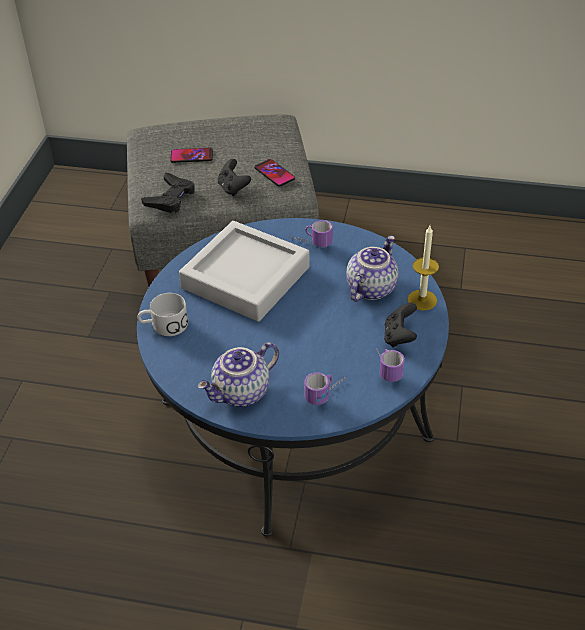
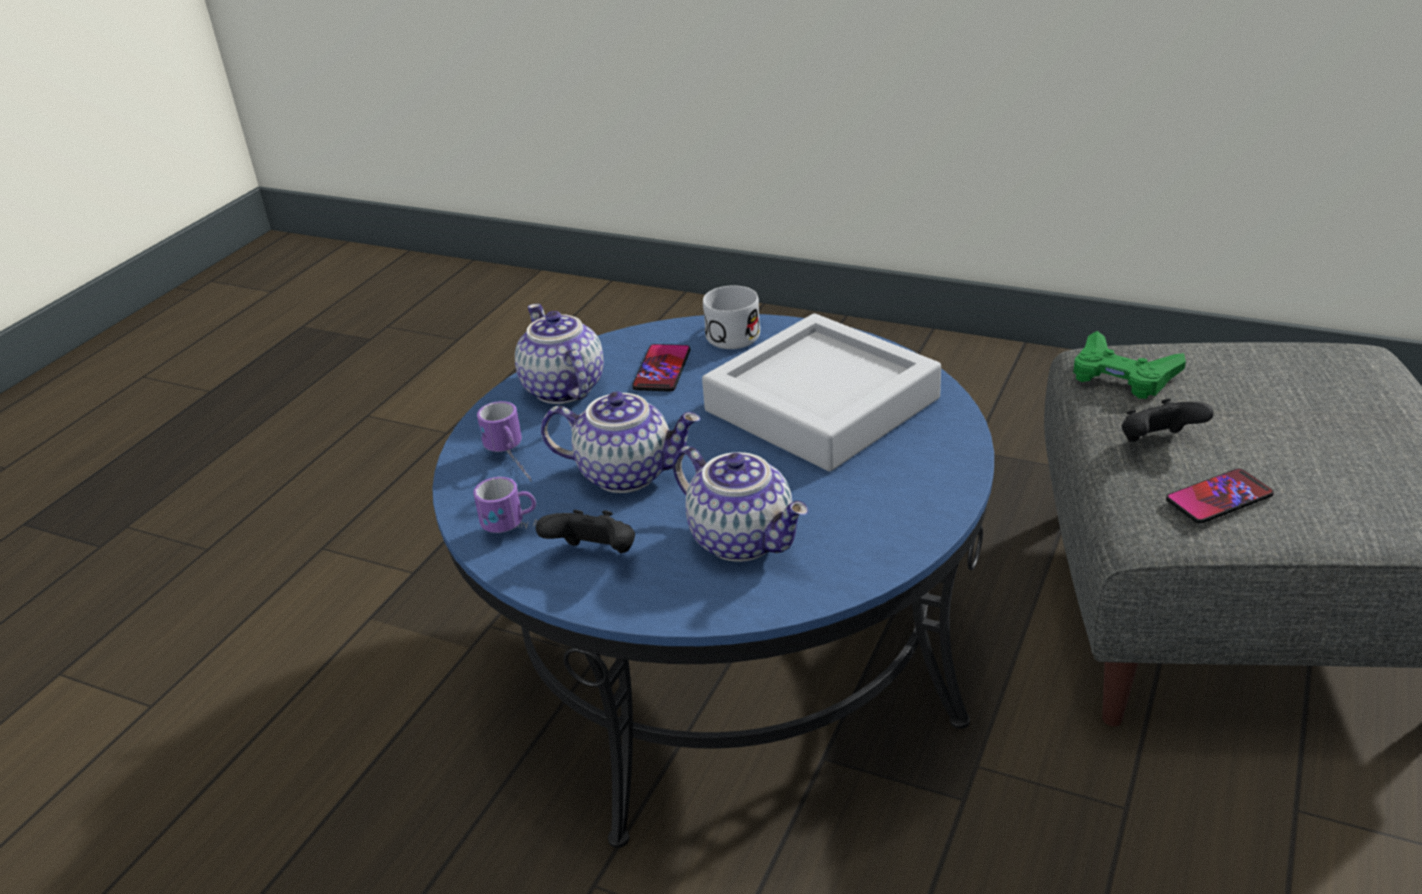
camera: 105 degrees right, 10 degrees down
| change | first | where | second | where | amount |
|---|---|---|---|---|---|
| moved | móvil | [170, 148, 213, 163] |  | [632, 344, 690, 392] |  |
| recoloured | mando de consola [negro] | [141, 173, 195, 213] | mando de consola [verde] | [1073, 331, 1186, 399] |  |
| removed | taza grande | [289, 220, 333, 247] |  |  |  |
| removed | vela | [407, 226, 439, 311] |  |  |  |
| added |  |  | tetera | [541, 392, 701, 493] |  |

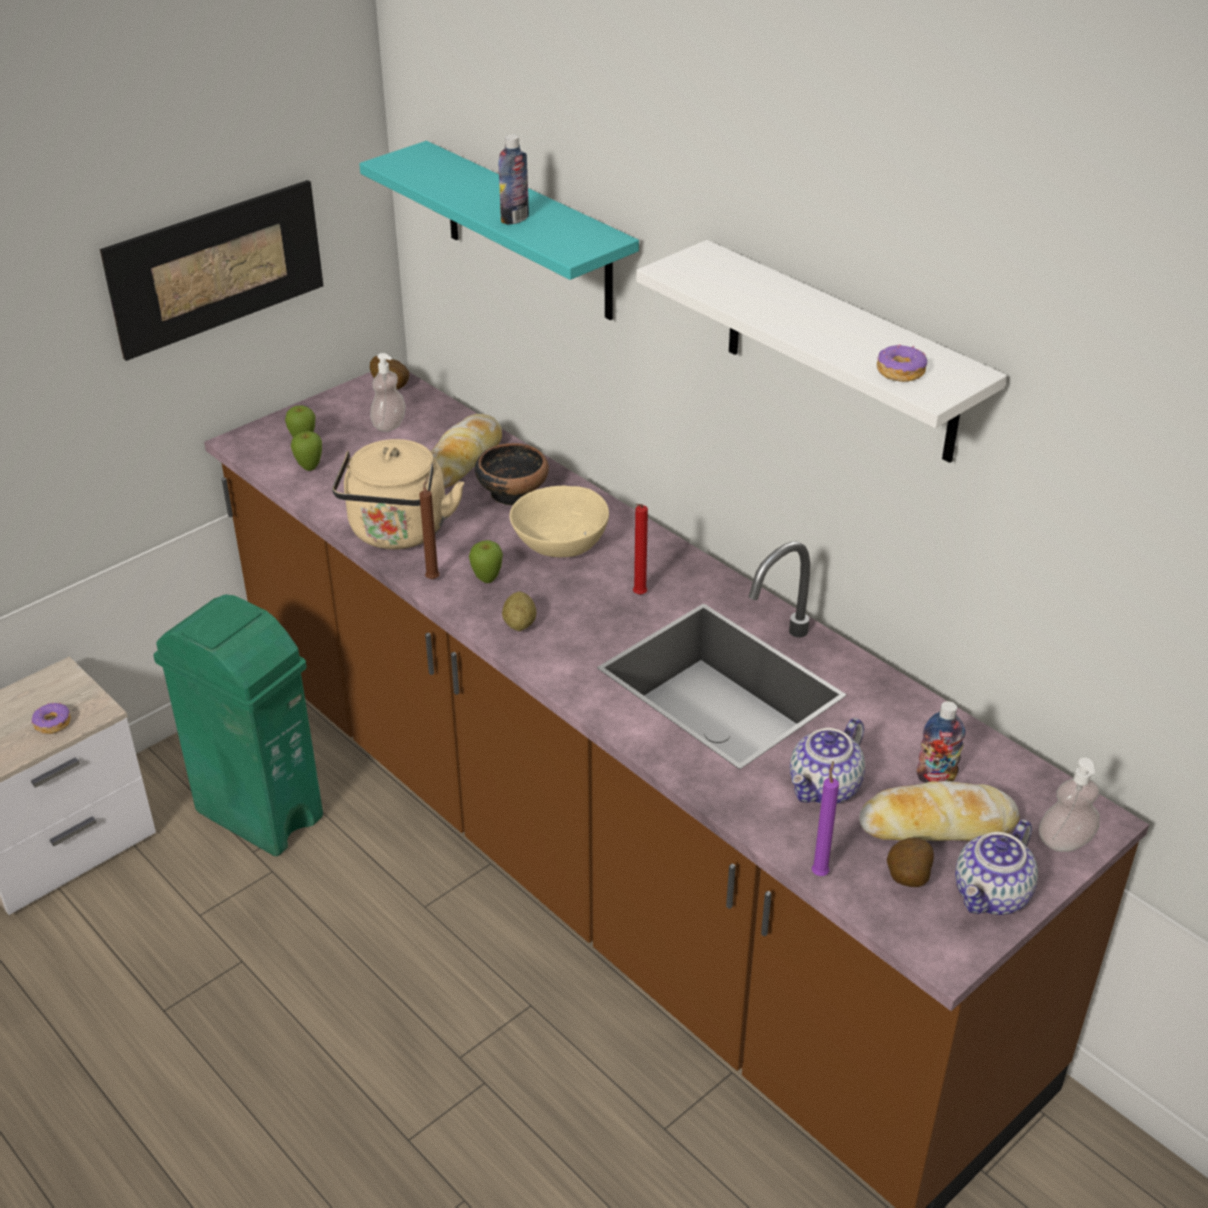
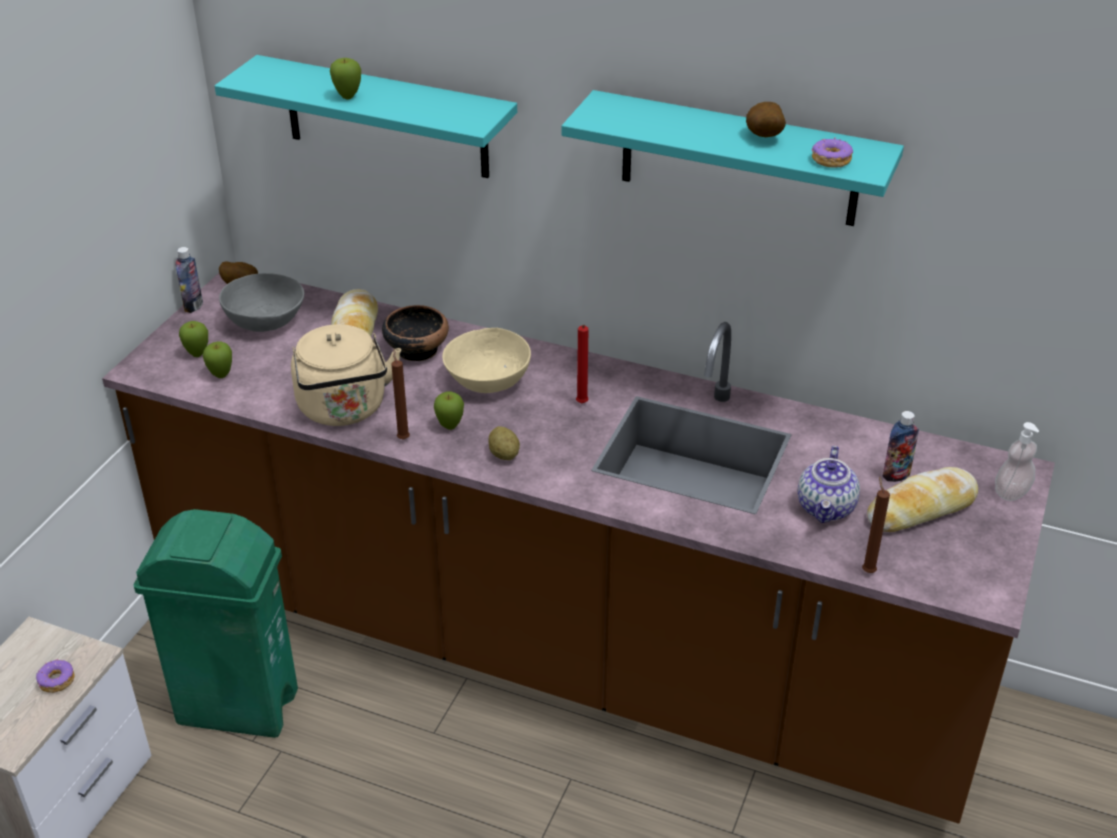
camera: 25 degrees left, 0 degrees up
| change | first | where | second | where | amount |
|---|---|---|---|---|---|
| moved | botella | [499, 134, 529, 225] |  | [176, 247, 203, 313] |  |
| removed | cuadro | [100, 180, 323, 361] |  |  |  |
| recoloured | estante [blanco] | [636, 240, 1007, 463] | estante [turquesa] | [562, 90, 904, 226] |  |
| replaced | dispensador de jabón | [370, 353, 406, 432] | cuenco [gris] | [219, 273, 304, 332] |  |
| recoloured | vela [morado] | [812, 761, 839, 876] | vela [marrón] | [862, 476, 890, 573] |  |
| removed | tetera | [955, 819, 1038, 915] |  |  |  |
| moved | patata | [887, 838, 934, 887] |  | [746, 102, 786, 137] |  |
| added |  |  | manzana | [330, 58, 361, 99] |  |

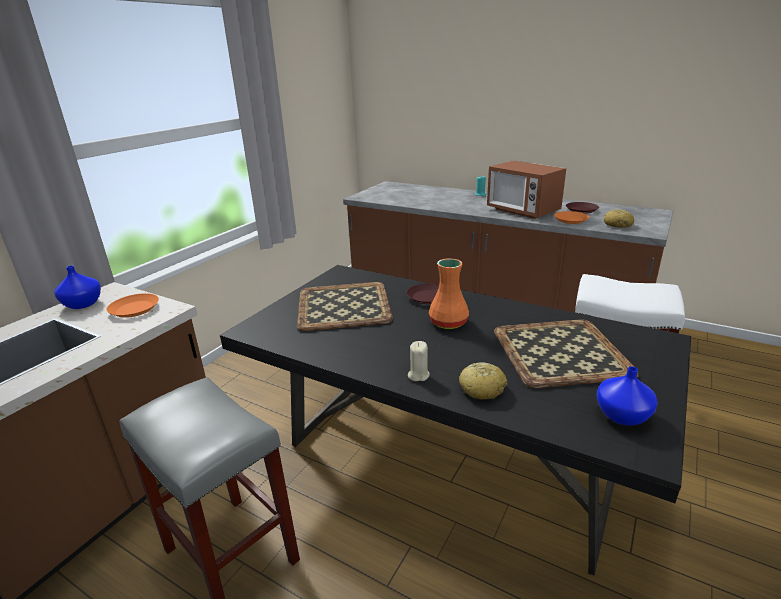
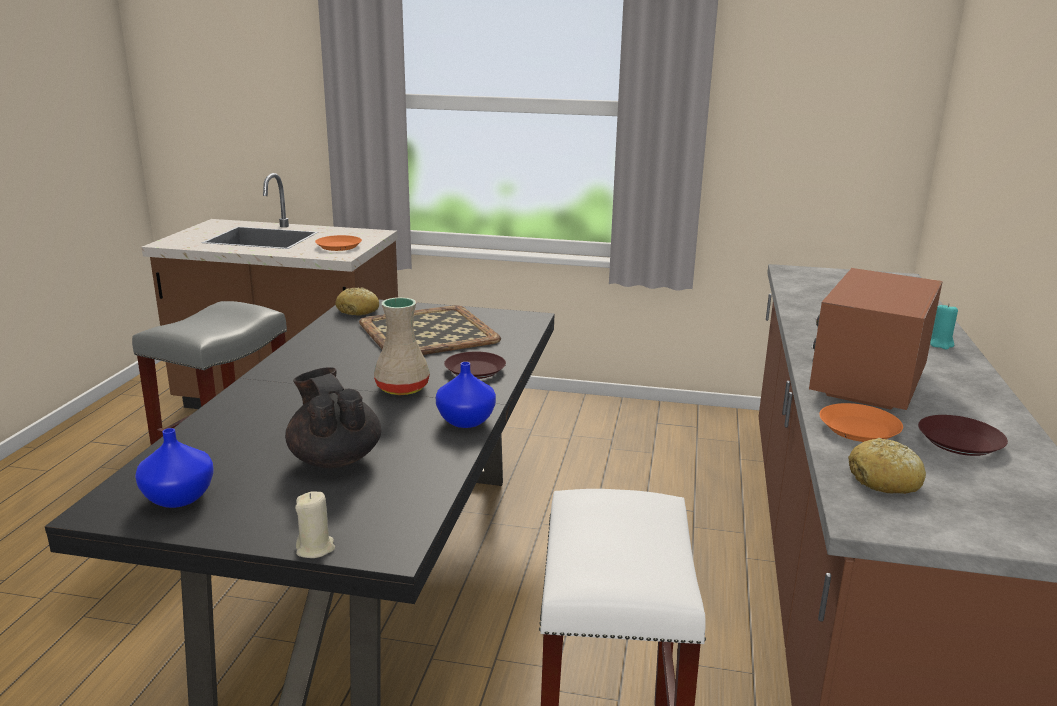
camera: 70 degrees right, 5 degrees down
| change | first | where | second | where | amount |
|---|---|---|---|---|---|
| recoloured | florero [naranja] | [429, 258, 469, 329] | florero [beis] | [374, 297, 430, 395] |  |
| moved | florero [azul] | [54, 265, 101, 309] |  | [436, 362, 496, 428] |  |
| replaced | bandeja | [494, 319, 639, 388] | tetera [negro] | [285, 367, 381, 469] |  |
| moved | vela [beis] | [408, 341, 430, 381] |  | [295, 491, 335, 558] |  |
| moved | pan | [459, 362, 507, 399] |  | [335, 287, 379, 315] |  |

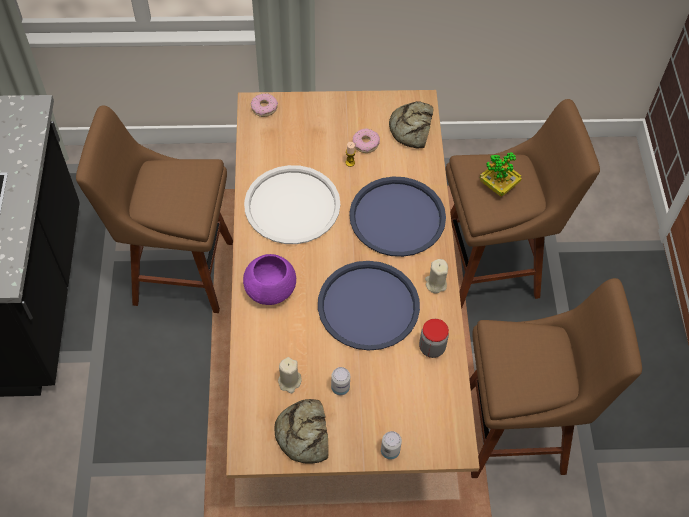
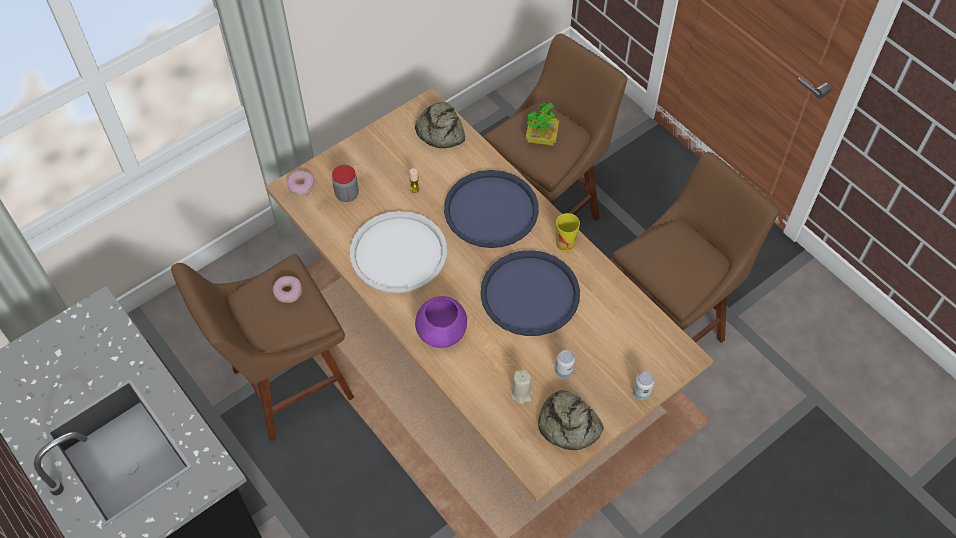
camera: 35 degrees left, 0 degrees up
| change | first | where | second | where | amount |
|---|---|---|---|---|---|
| moved | rosquilla | [353, 129, 380, 153] |  | [273, 276, 302, 303] |  |
| replaced | vela [beis] | [425, 259, 448, 294] | taza | [556, 213, 580, 251] |  |
| moved | tarro | [419, 319, 449, 358] |  | [332, 165, 359, 202] |  |

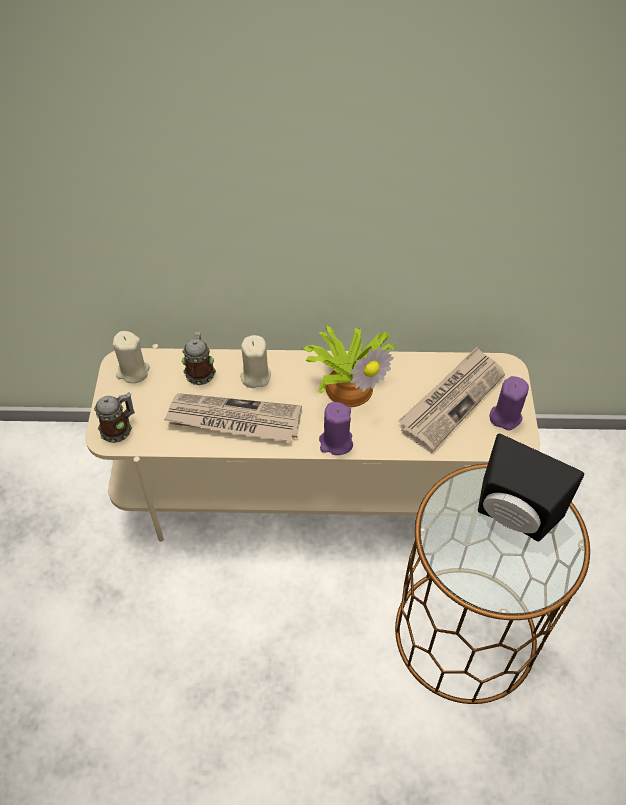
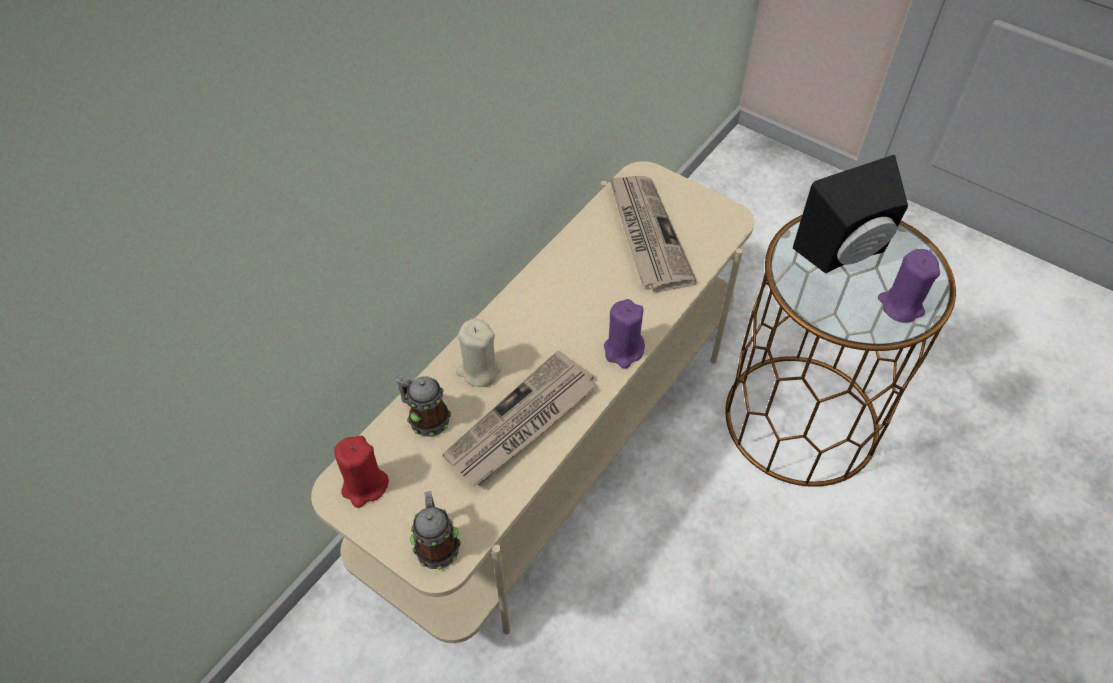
camera: 55 degrees left, 0 degrees up
| change | first | where | second | where | amount |
|---|---|---|---|---|---|
| removed | planta en maceta | [302, 326, 396, 407] |  |  |  |
| recoloured | vela [beis] | [113, 331, 150, 383] | vela [rojo] | [334, 436, 389, 508] |  |
| moved | vela [morado] | [490, 376, 529, 430] |  | [878, 249, 940, 323] |  |

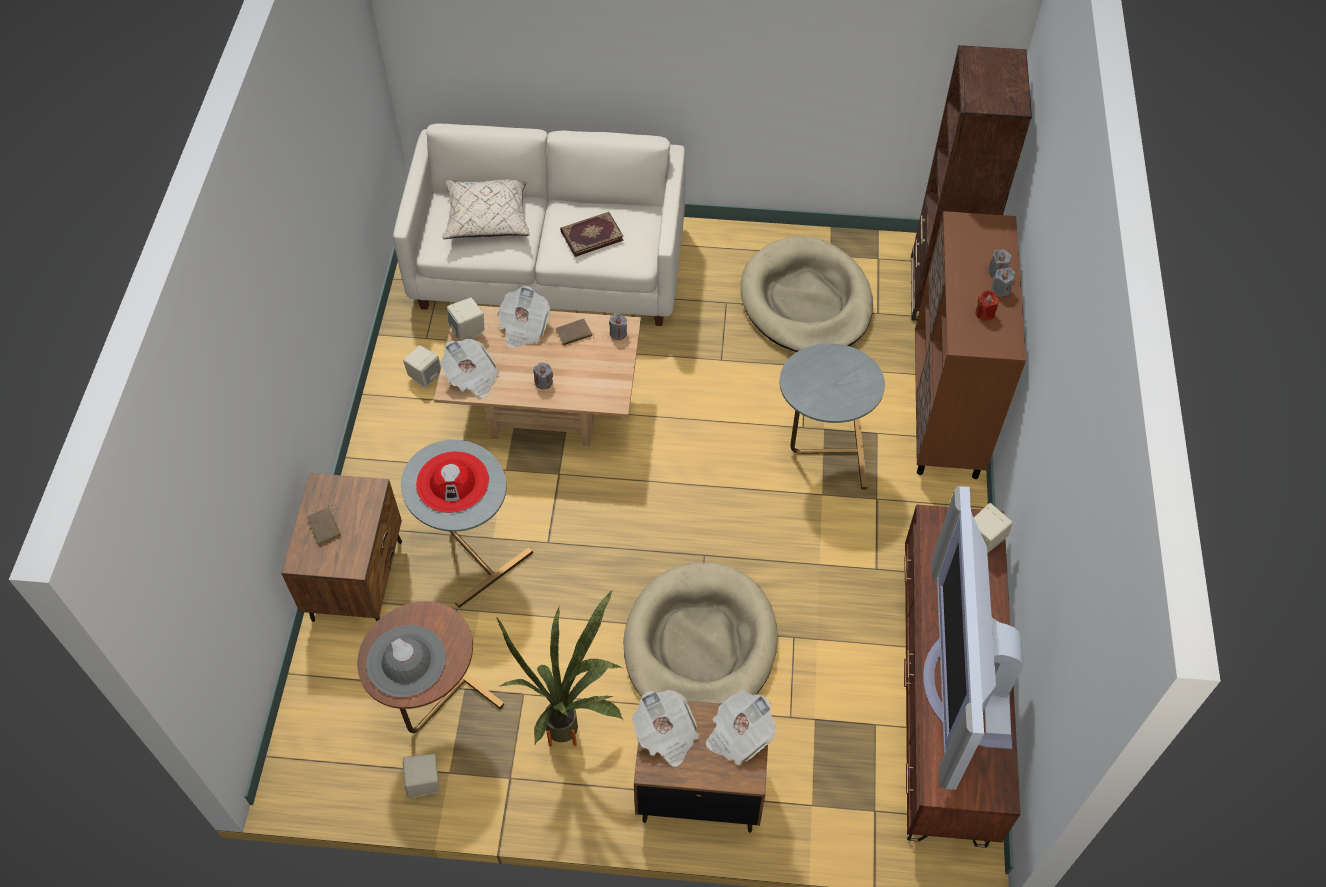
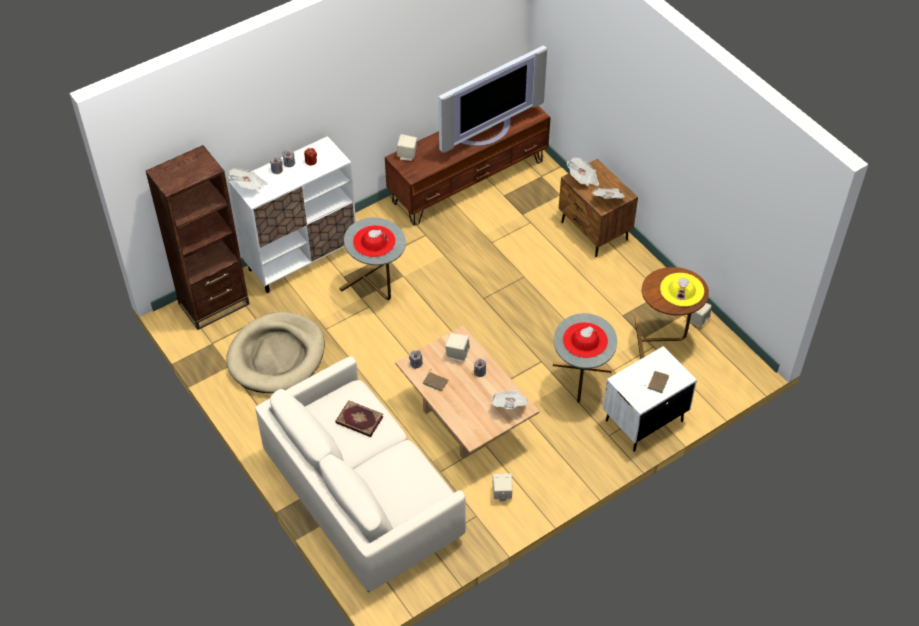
camera: 130 degrees left, 5 degrees down
| change | first | where | second | where | amount |
|---|---|---|---|---|---|
| removed | cojín [beis] | [442, 179, 530, 239] |  |  |  |
| recoloured | armario [marrón] | [915, 211, 1026, 479] | armario [blanco] | [229, 136, 356, 293] |  |
| moved | periódico | [497, 286, 550, 348] |  | [228, 168, 268, 190] |  |
| moved | altavoz [beis] | [447, 298, 484, 341] |  | [445, 333, 470, 362] |  |
| recoloured | mesita de noche [marrón] | [281, 473, 402, 622] | mesita de noche [blanco] | [603, 346, 697, 452] |  |
| removed | cama para perro [beis] | [624, 562, 778, 703] |  |  |  |
| removed | planta en maceta | [496, 590, 624, 747] |  |  |  |
| recoloured | sombrero [gris] | [367, 625, 446, 698] | sombrero [amarillo] | [660, 273, 704, 307] |  |
| added |  |  | sombrero [rojo] | [353, 225, 396, 257] |  |

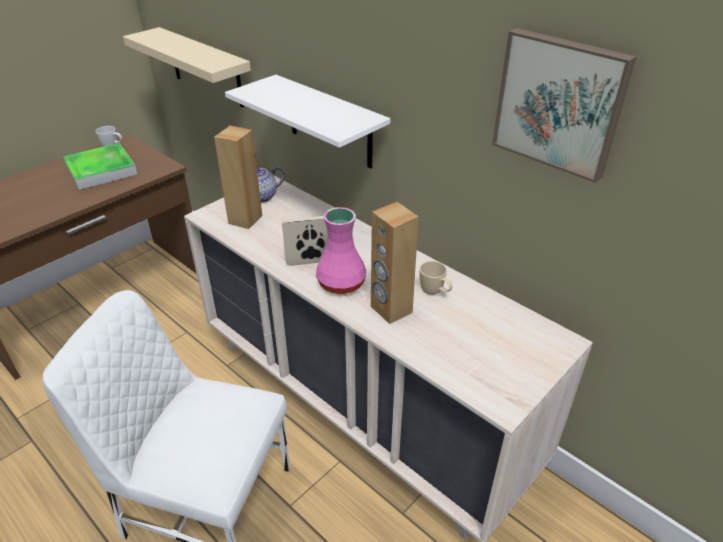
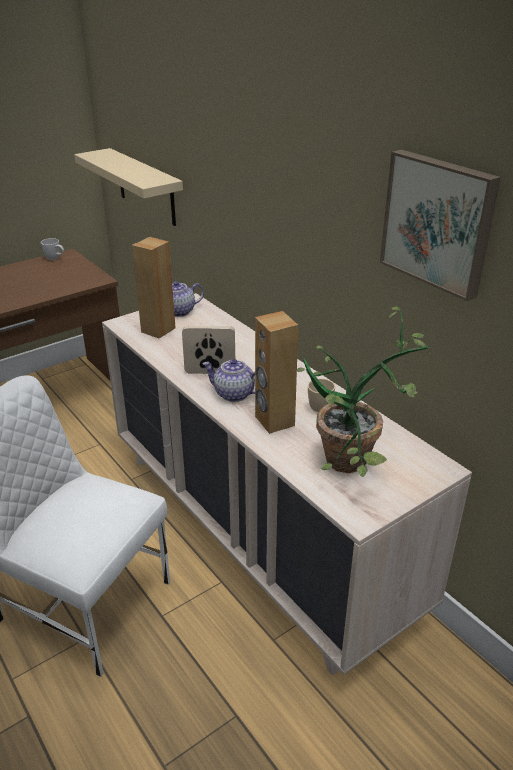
camera: 10 degrees right, 5 degrees down
| change | first | where | second | where | amount |
|---|---|---|---|---|---|
| removed | estante [blanco] | [225, 75, 390, 168] |  |  |  |
| removed | bandeja | [63, 143, 137, 190] |  |  |  |
| replaced | florero [rosa] | [316, 207, 366, 294] | tetera | [202, 359, 255, 402] |  |
| added |  |  | planta en maceta | [296, 306, 428, 477] |  |

